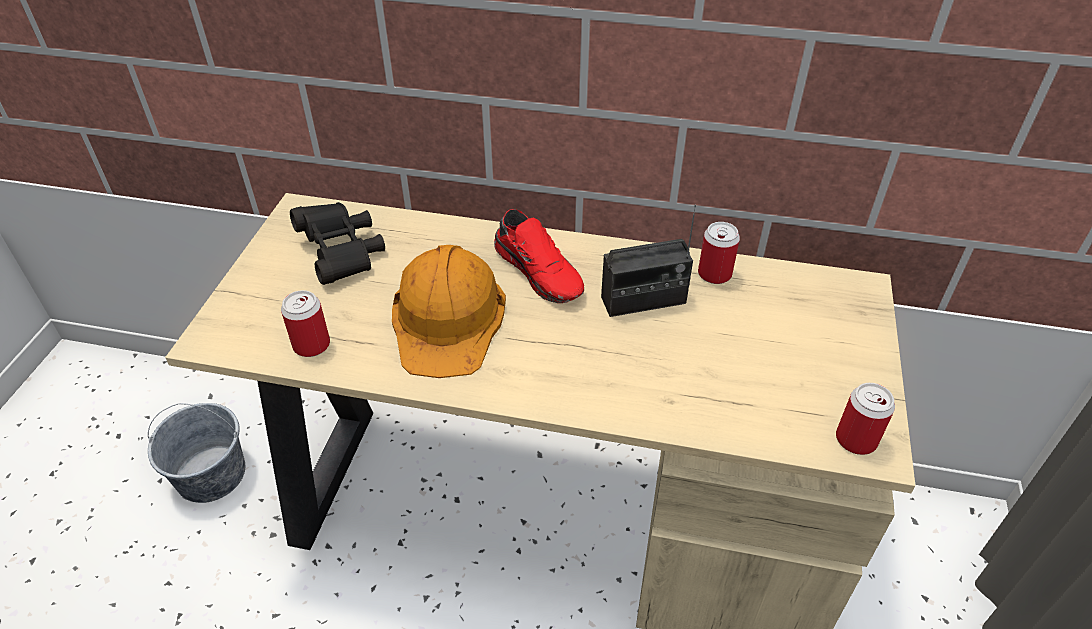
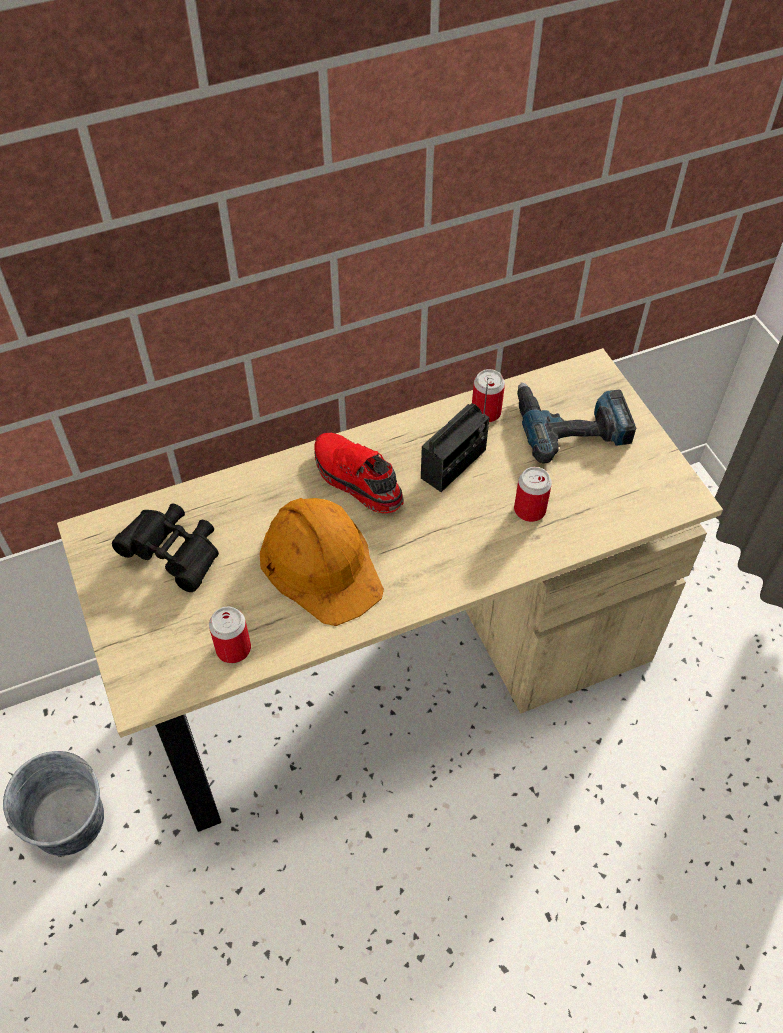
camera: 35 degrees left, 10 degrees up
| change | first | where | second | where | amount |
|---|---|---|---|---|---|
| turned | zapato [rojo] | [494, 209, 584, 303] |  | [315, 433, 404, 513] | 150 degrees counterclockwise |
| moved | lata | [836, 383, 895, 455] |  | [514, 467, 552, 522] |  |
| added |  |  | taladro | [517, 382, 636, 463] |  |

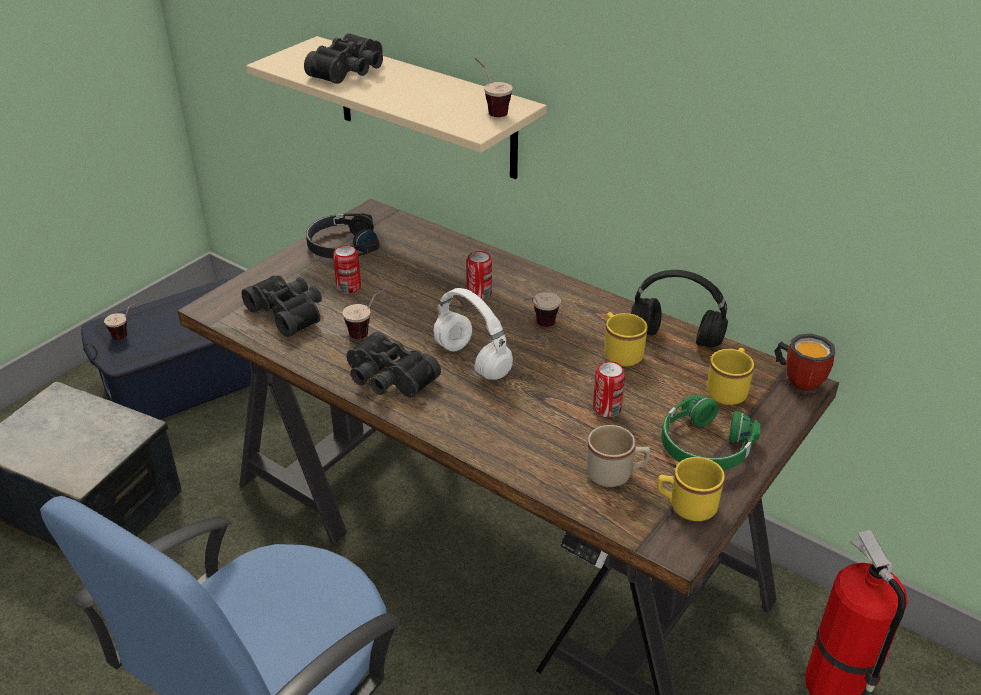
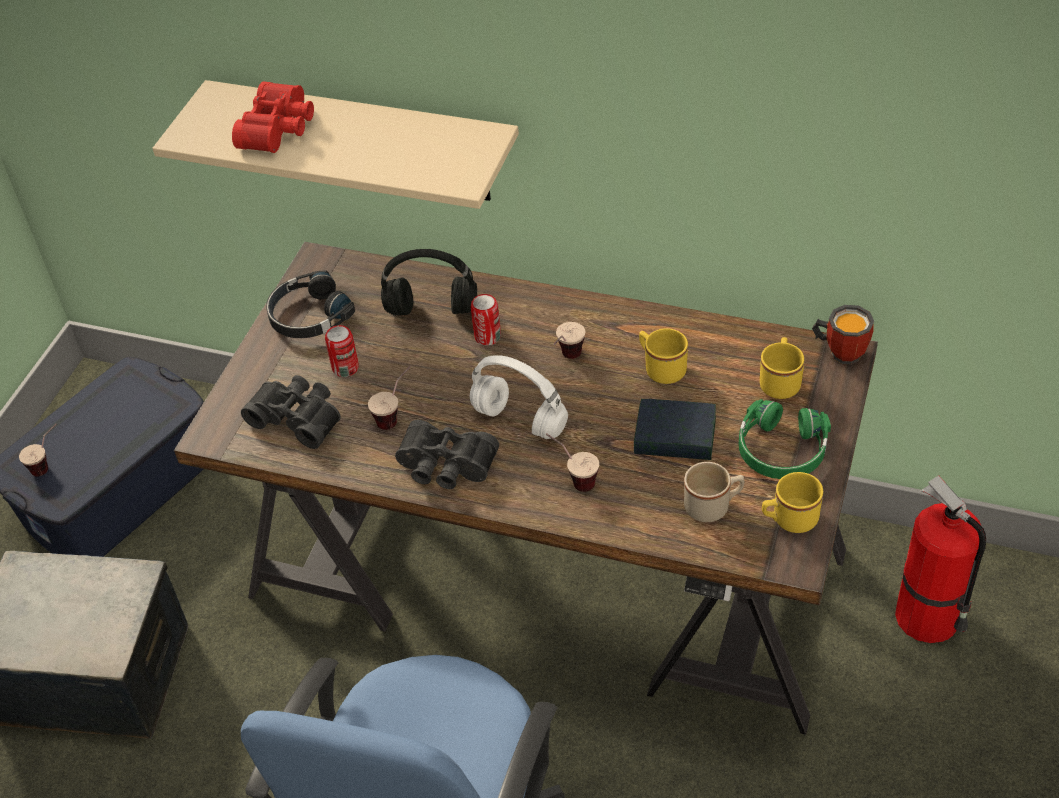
camera: 15 degrees left, 10 degrees up
| change | first | where | second | where | amount |
|---|---|---|---|---|---|
| recoloured | prismáticos [negro] | [304, 33, 383, 84] | prismáticos [rojo] | [232, 81, 314, 153] |  |
| moved | taza | [475, 57, 513, 117] |  | [546, 434, 599, 492] |  |
| moved | auriculares [negro] | [631, 270, 728, 348] |  | [381, 249, 477, 316] |  |
| replaced | lata | [593, 361, 625, 417] | libro | [634, 399, 716, 460] |  |

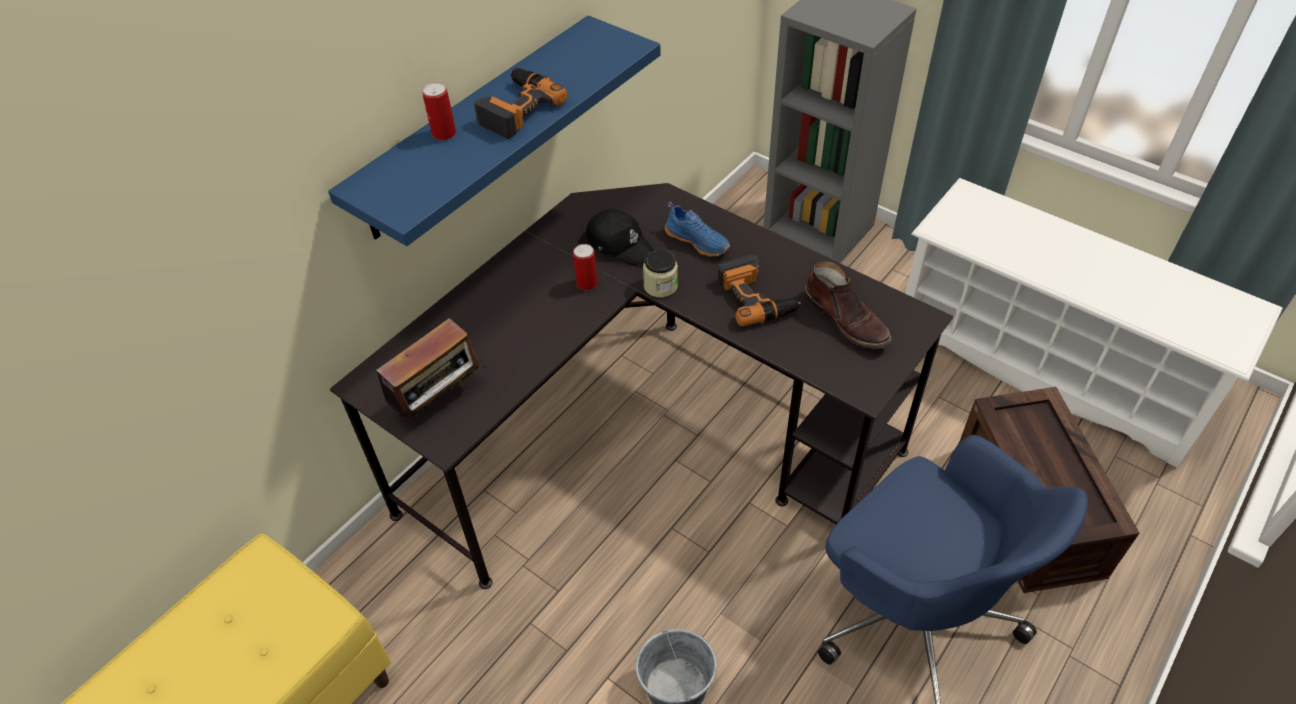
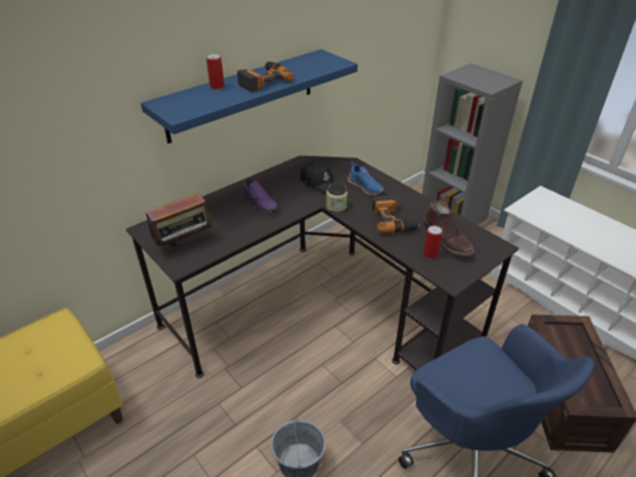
camera: 10 degrees right, 10 degrees down
| change | first | where | second | where | amount |
|---|---|---|---|---|---|
| moved | lata | [573, 244, 597, 290] |  | [423, 226, 442, 259] |  |
| added |  |  | zapato [morado] | [241, 178, 278, 213] |  |

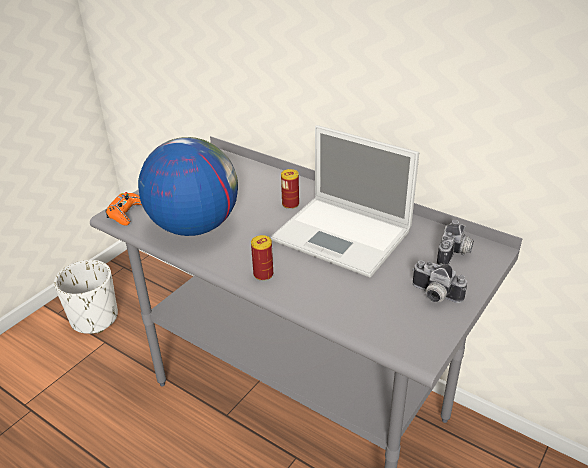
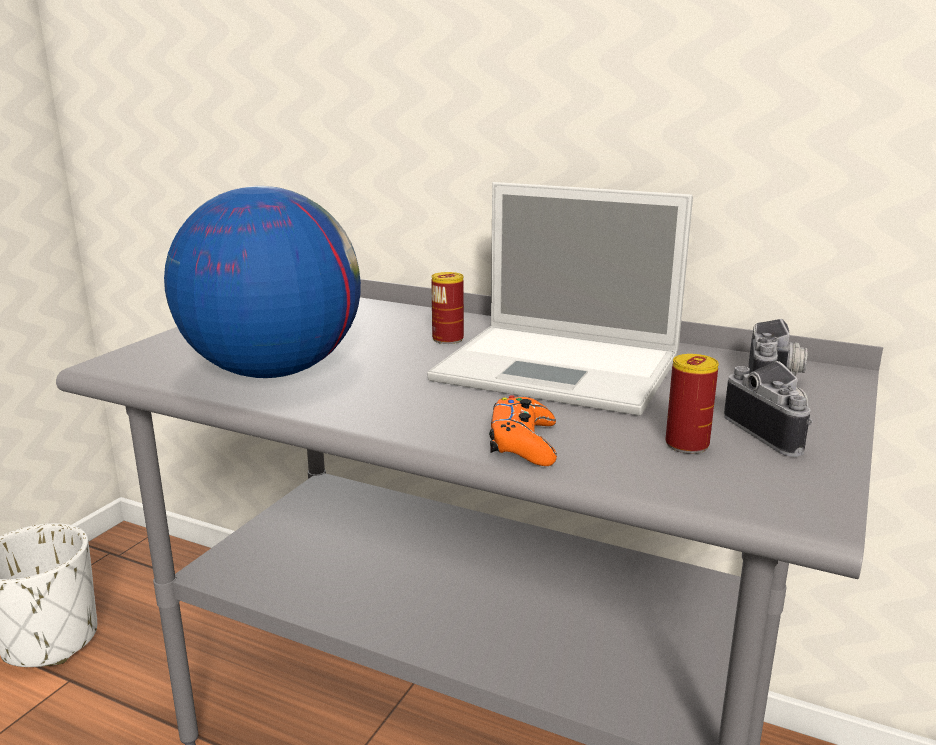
camera: 10 degrees left, 15 degrees down
| change | first | where | second | where | amount |
|---|---|---|---|---|---|
| moved | mando de consola [naranja] | [105, 192, 142, 226] |  | [489, 395, 557, 466] |  |
| moved | lata | [251, 235, 273, 281] |  | [666, 354, 719, 454] |  |
| turned | cámara | [412, 260, 467, 303] |  | [724, 361, 813, 457] | 135 degrees counterclockwise |

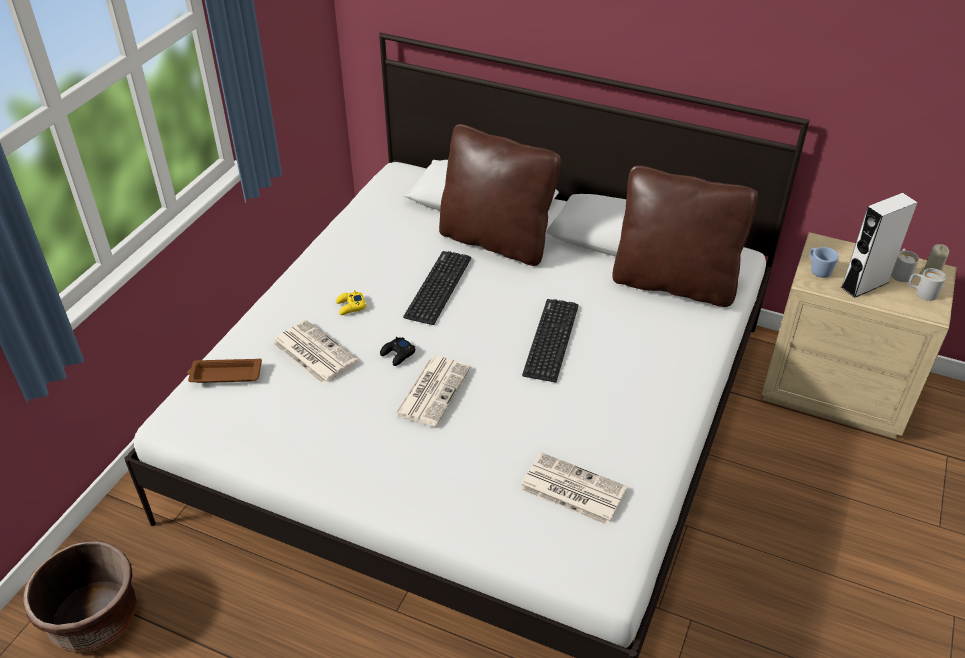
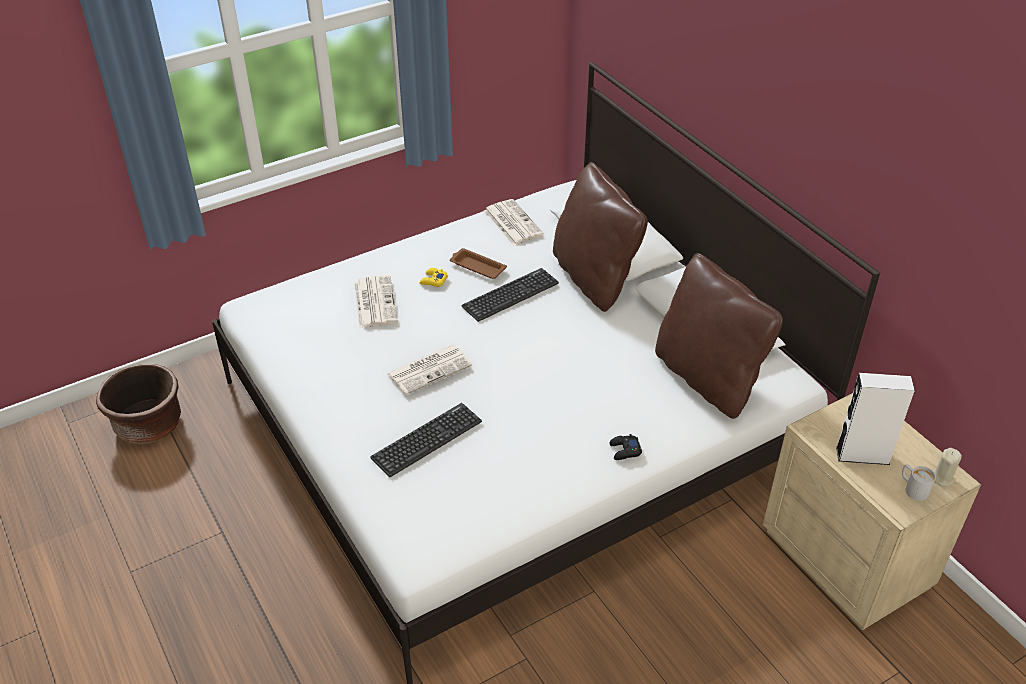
camera: 35 degrees right, 0 degrees up
| change | first | where | second | where | amount |
|---|---|---|---|---|---|
| removed | taza grande [azul] | [809, 247, 839, 278] |  |  |  |
| removed | taza grande [blanco] | [891, 249, 919, 282] |  |  |  |
| moved | teclado | [522, 299, 579, 382] |  | [370, 403, 482, 477] |  |
| moved | mando de consola [negro] | [380, 337, 415, 366] |  | [609, 434, 642, 460] |  |
| moved | bandeja [marrón] | [187, 358, 262, 383] |  | [450, 248, 507, 279] |  |
| moved | periódico | [520, 452, 628, 526] |  | [484, 199, 544, 245] |  |

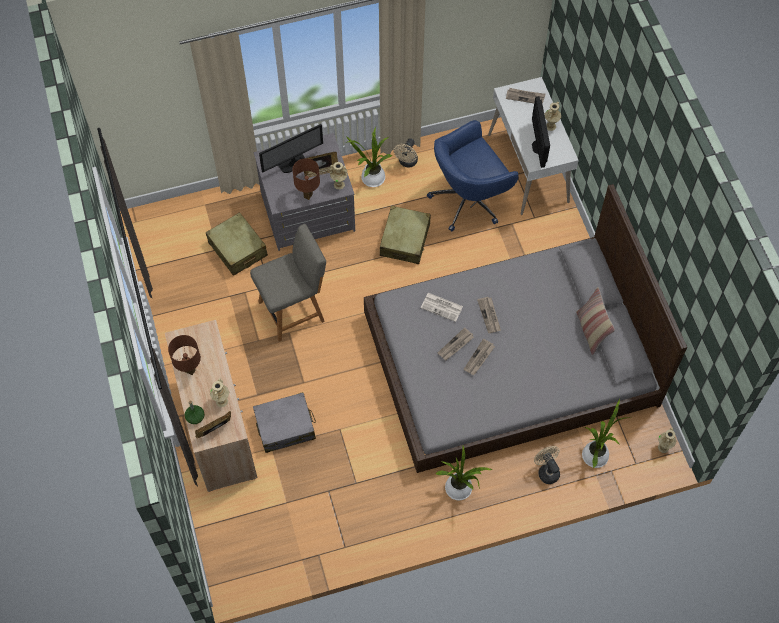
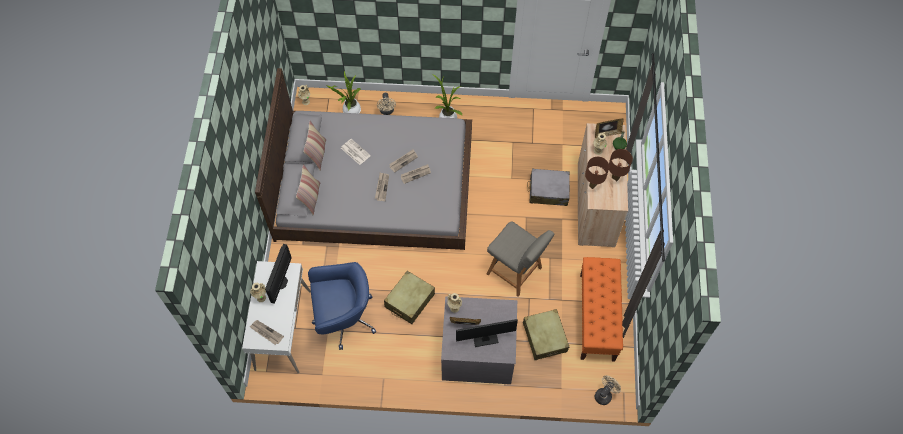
camera: 160 degrees left, 0 degrees up
| change | first | where | second | where | amount |
|---|---|---|---|---|---|
| removed | planta en maceta | [345, 126, 392, 187] |  |  |  |
| moved | ventilador [beis] | [393, 138, 418, 168] |  | [595, 375, 621, 405] |  |
| moved | lámpara de mesa [marrón] | [292, 158, 320, 200] |  | [585, 157, 609, 189] |  |
| turned | silla [gris] | [250, 224, 326, 342] |  | [487, 221, 554, 297] | 135 degrees counterclockwise |
| moved | periódico | [421, 293, 463, 322] |  | [341, 139, 371, 165] |  |
| added |  |  | cojín | [296, 164, 320, 215] |  |
| added |  |  | banco [naranja] | [580, 257, 623, 362] |  |

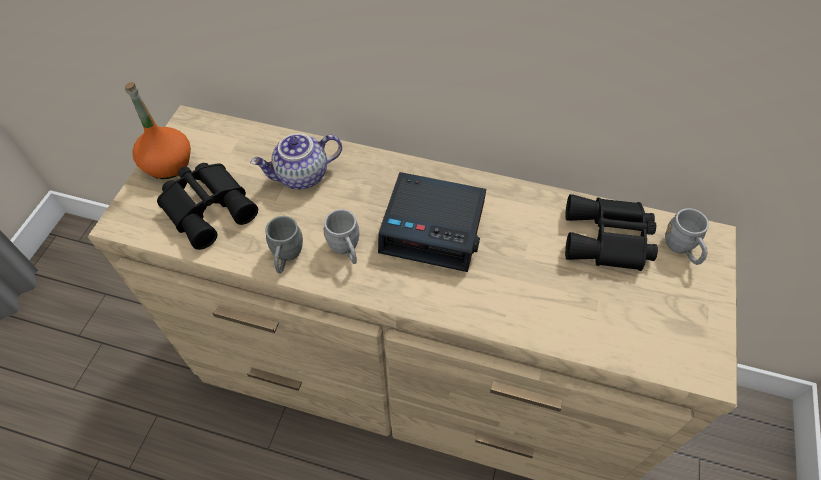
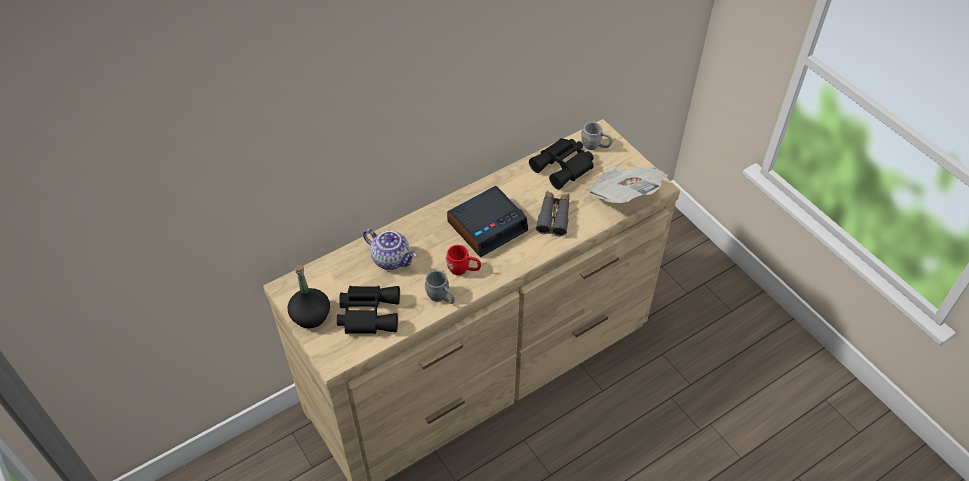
camera: 50 degrees left, 5 degrees down
| change | first | where | second | where | amount |
|---|---|---|---|---|---|
| recoloured | botella [naranja] | [125, 82, 191, 179] | botella [negro] | [288, 265, 330, 329] |  |
| turned | tetera | [250, 133, 342, 189] |  | [363, 229, 416, 270] | 75 degrees counterclockwise |
| recoloured | taza grande [gris] | [323, 209, 359, 264] | taza grande [rojo] | [446, 245, 481, 275] |  |
| added |  |  | periódico | [586, 167, 667, 203] |  |
| added |  |  | prismáticos [gris] | [536, 191, 570, 236] |  |

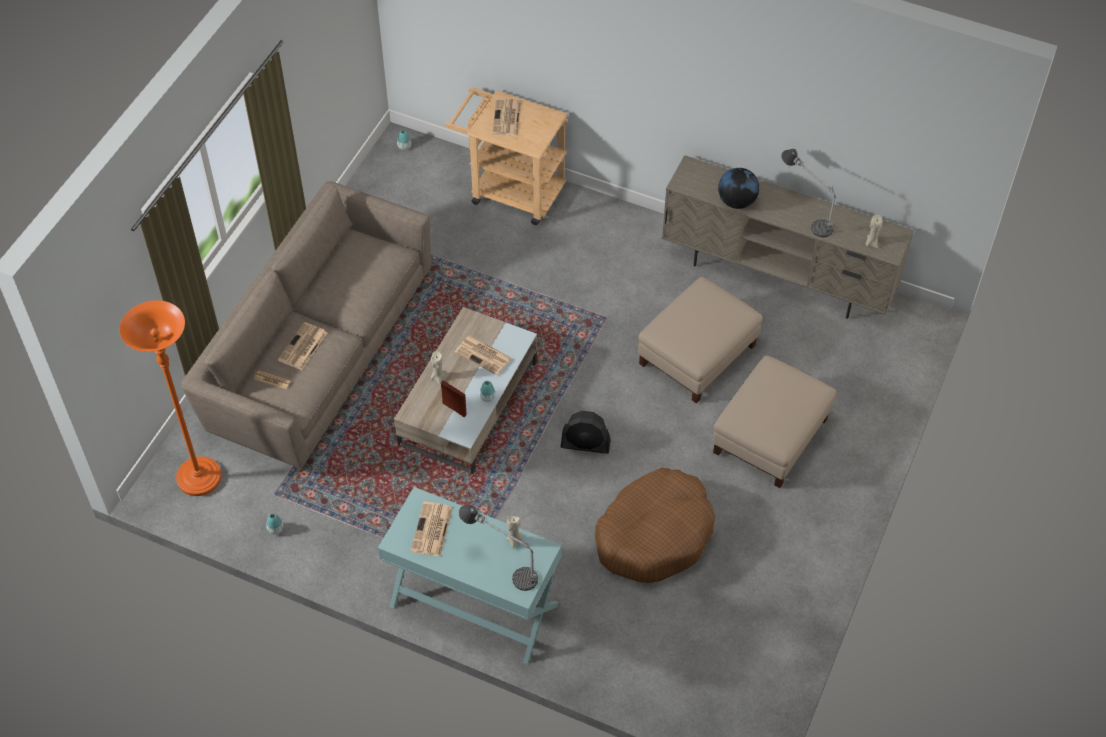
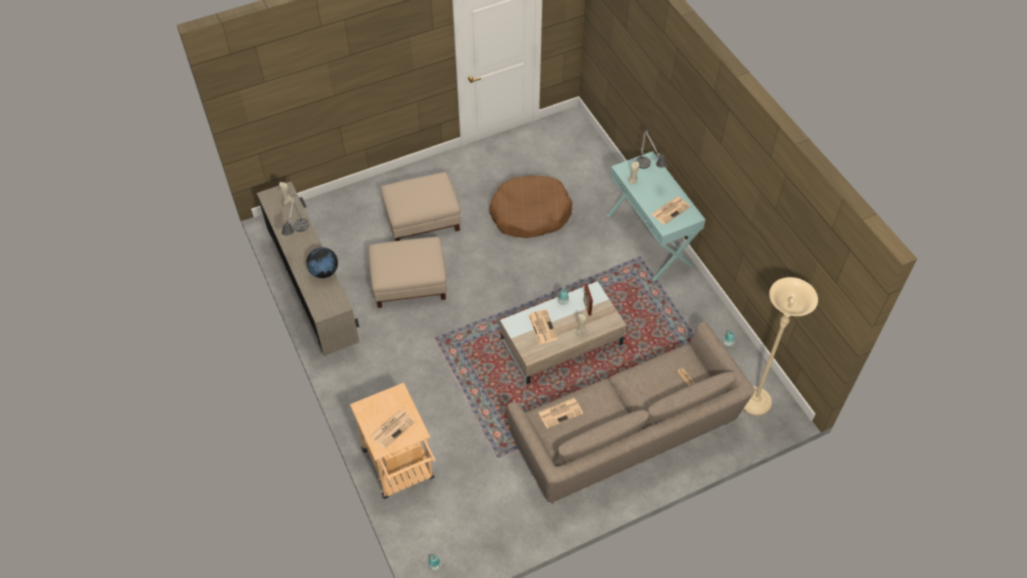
camera: 140 degrees left, 0 degrees up
| change | first | where | second | where | amount |
|---|---|---|---|---|---|
| recoloured | lámpara de pie [naranja] | [120, 300, 222, 496] | lámpara de pie [beis] | [743, 277, 818, 416] |  |
| moved | periódico | [278, 322, 327, 370] |  | [538, 398, 583, 429] |  |
| removed | ventilador [negro] | [561, 411, 611, 454] |  |  |  |

